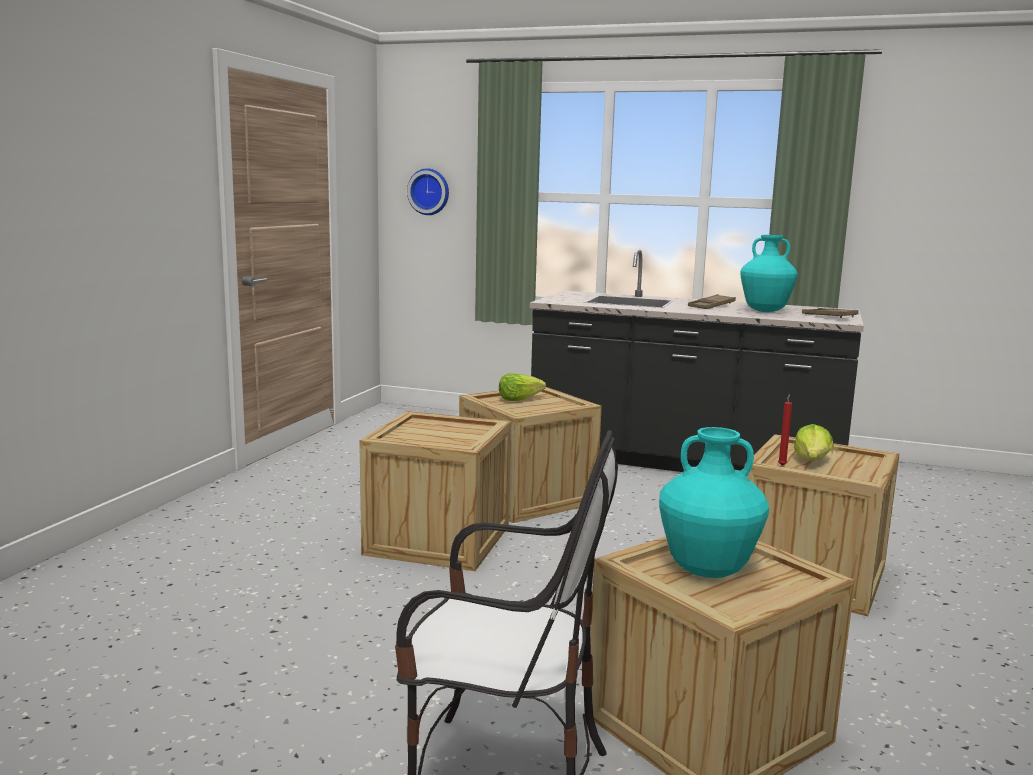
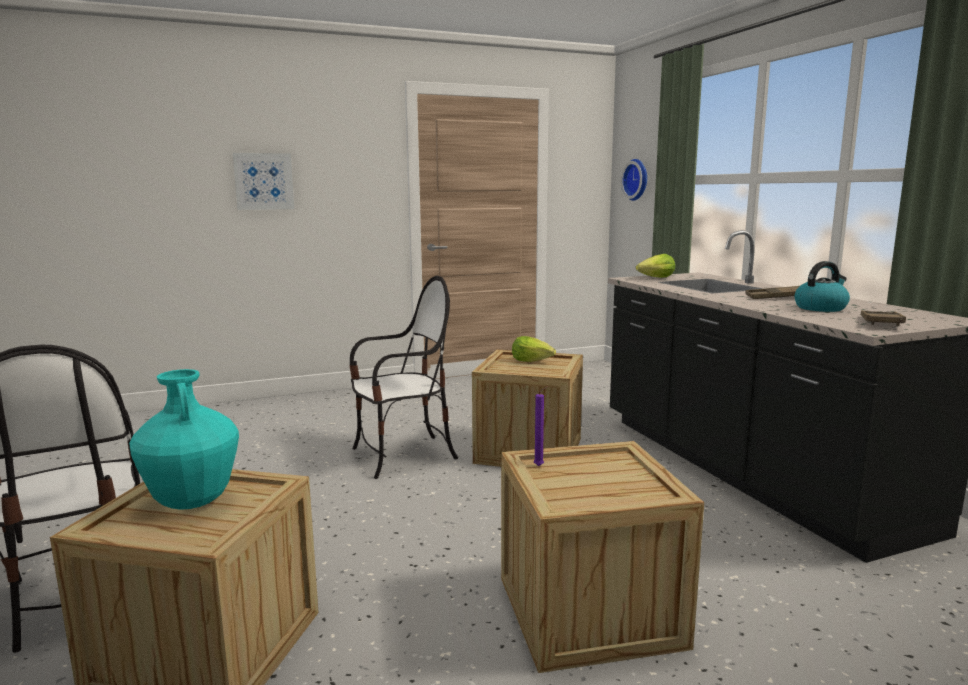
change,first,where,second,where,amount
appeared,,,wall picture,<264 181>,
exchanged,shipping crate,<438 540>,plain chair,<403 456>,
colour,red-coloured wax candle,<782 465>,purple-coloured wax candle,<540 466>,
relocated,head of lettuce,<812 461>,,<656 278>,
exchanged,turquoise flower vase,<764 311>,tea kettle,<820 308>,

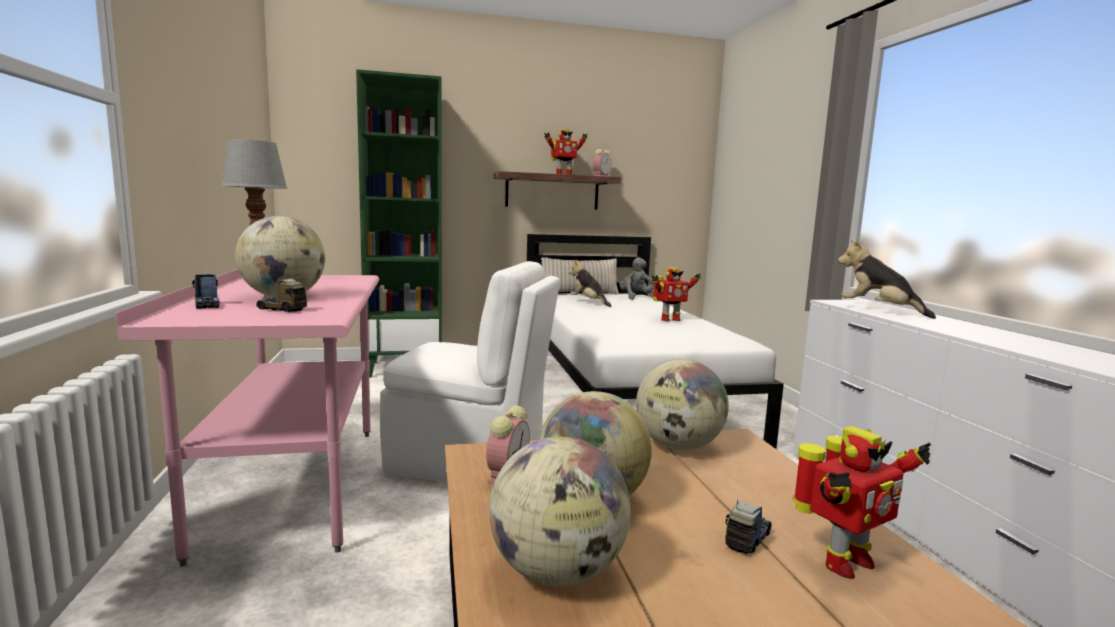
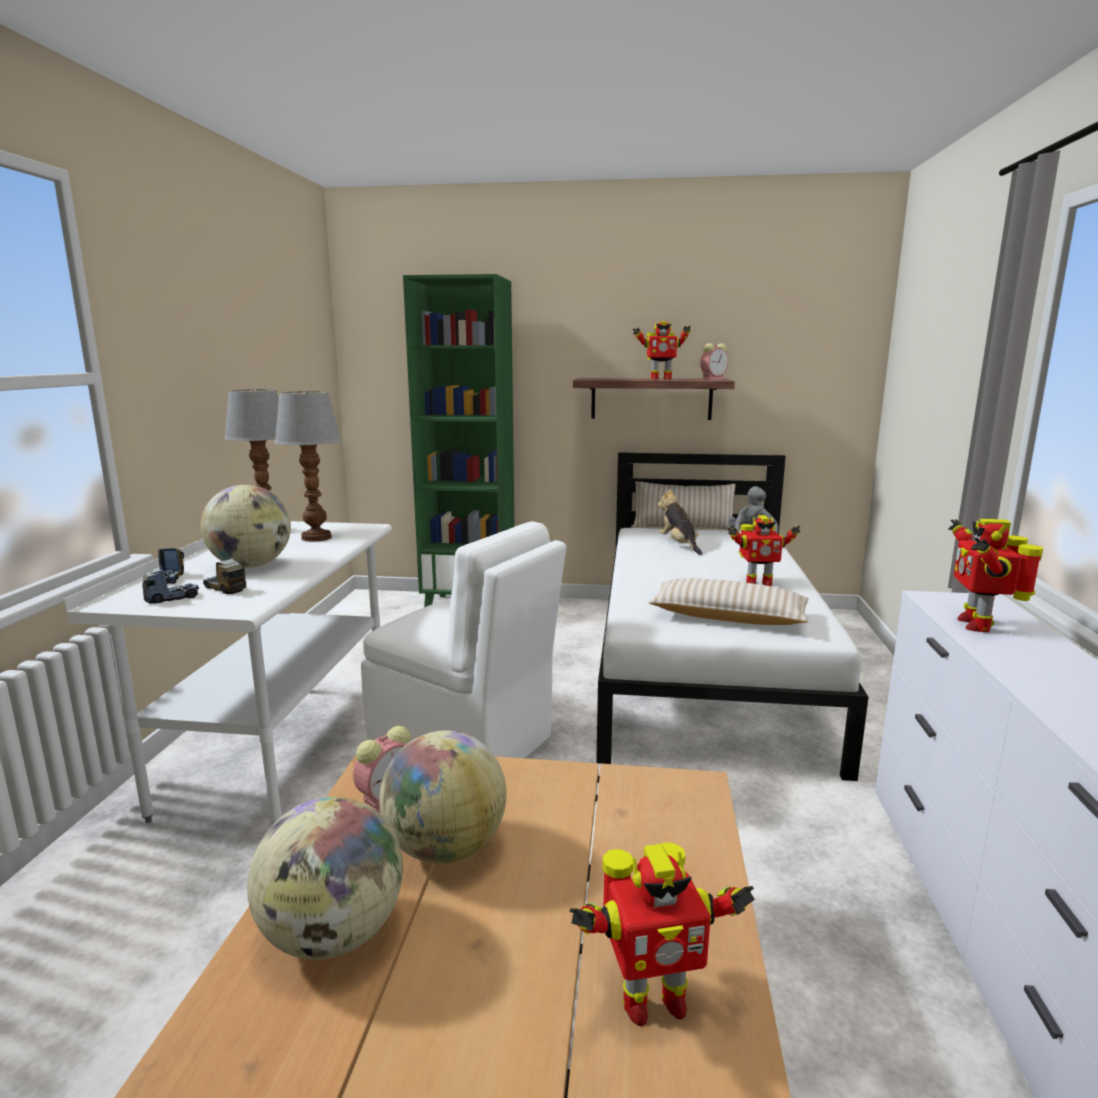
change,first,where,second,where,amount
colour,pink-coloured desk unit,<294 486>,white desk unit,<281 748>,
relocated,model truck,<747 539>,,<171 598>,
appeared,,,lamp for a table,<317 537>,
appeared,,,beige-coloured pillow,<728 617>,
exchanged,soft toy,<879 310>,toy robot,<978 624>,
missing,world globe,<678 446>,,,

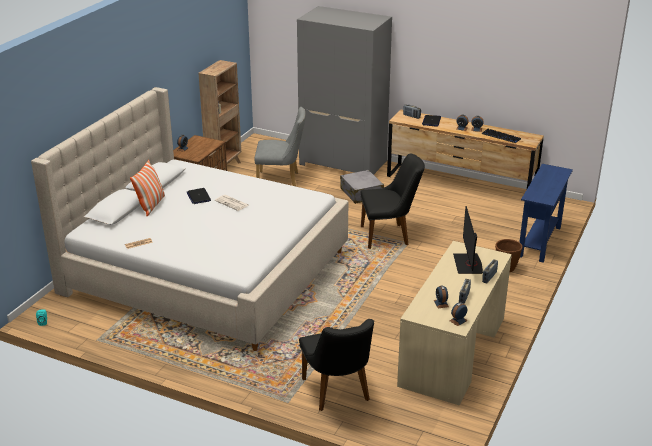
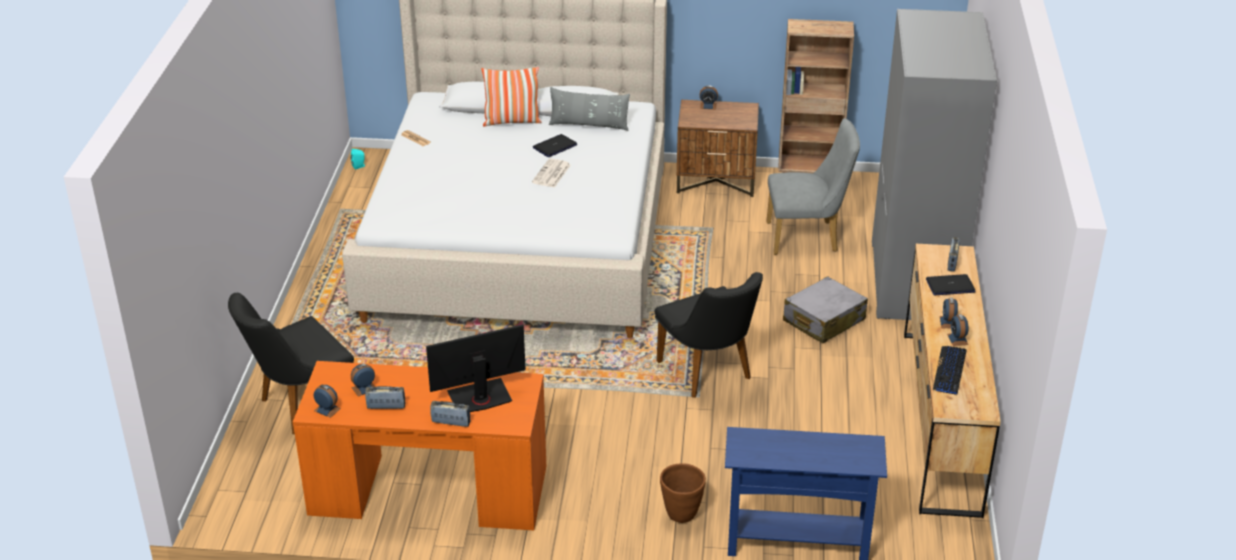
change,first,where,second,where,amount
colour,beige-coloured desk unit,<452 351>,orange desk unit,<428 489>,
appeared,,,grey pillow,<589 125>,
spun,grey plain chair,<281 180>,,<808 237>,75 degrees counterclockwise

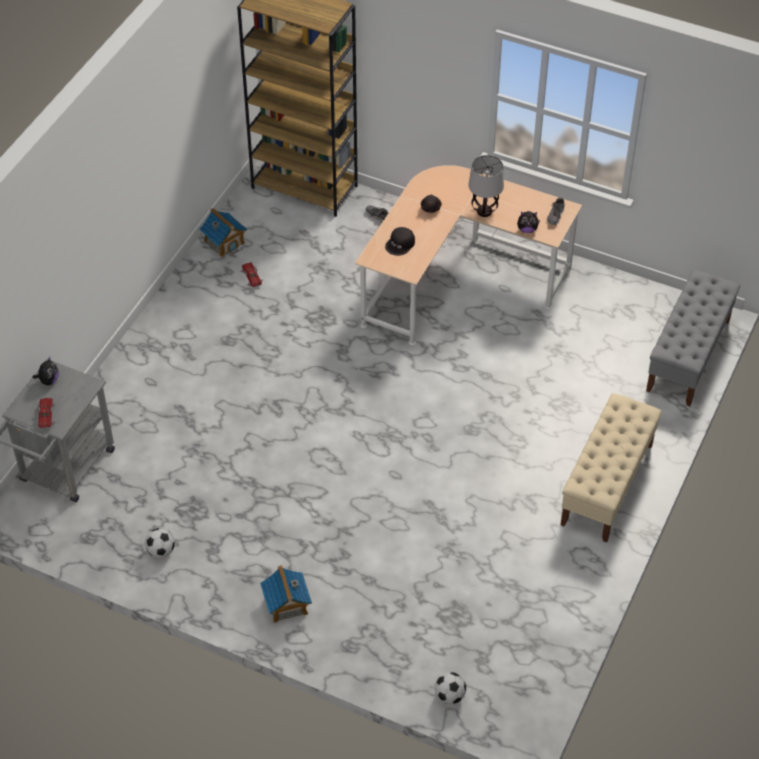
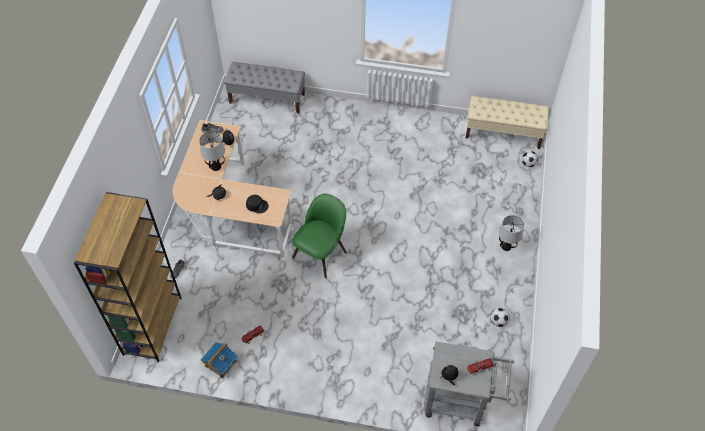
change,first,where,second,where,amount
appeared,,,green plain chair,<321 253>,
relocated,beige-coloured bench,<607 485>,,<503 133>,
exchanged,model house,<286 604>,lamp for a table,<506 247>,

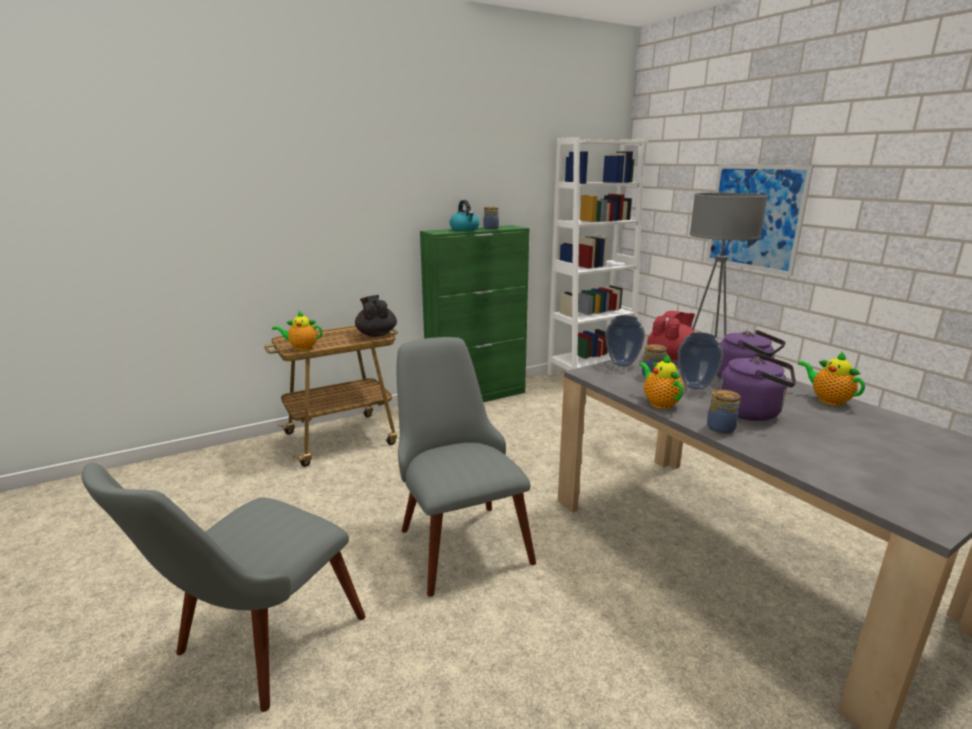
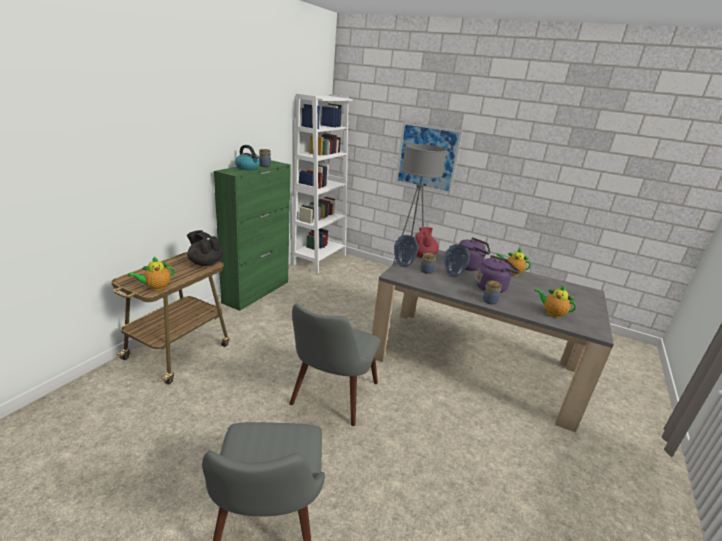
change,first,where,second,where,amount
spun,grey plain chair,<457 535>,,<330 400>,105 degrees counterclockwise
relocated,pot for tea,<659 403>,,<552 313>,

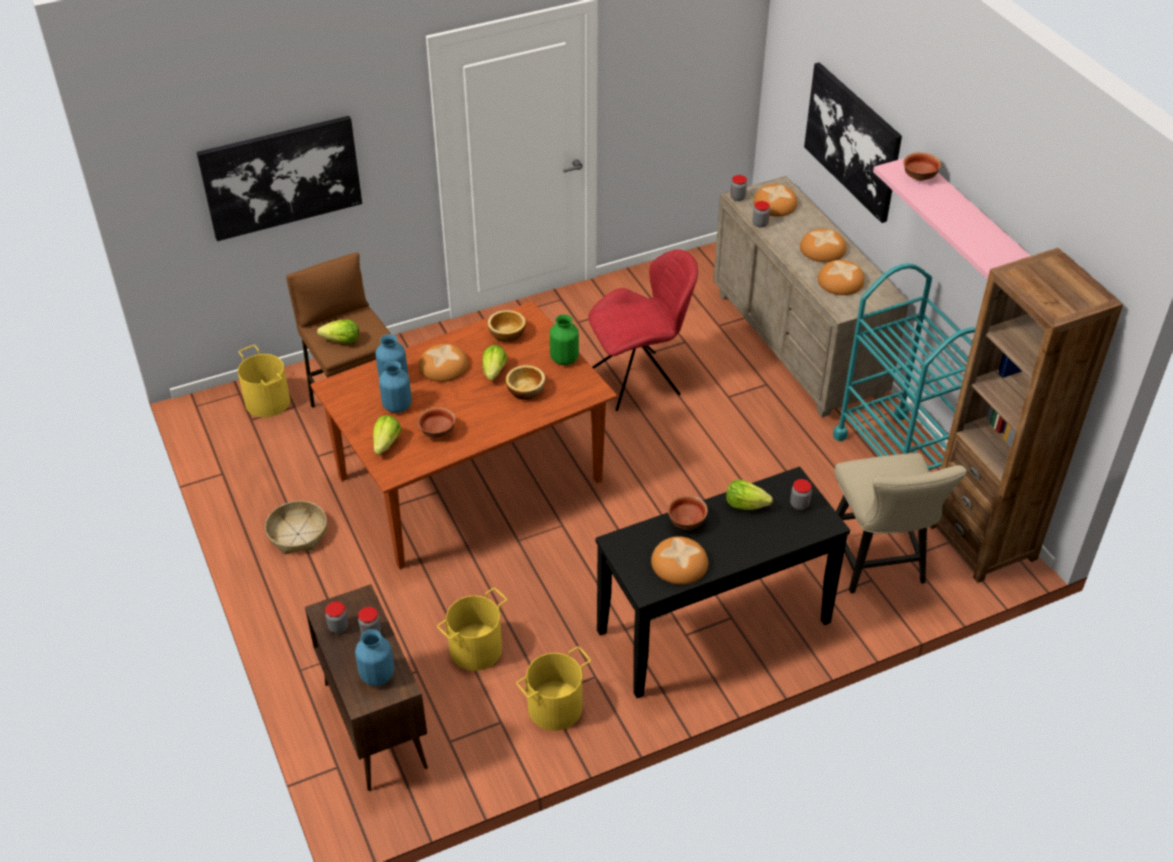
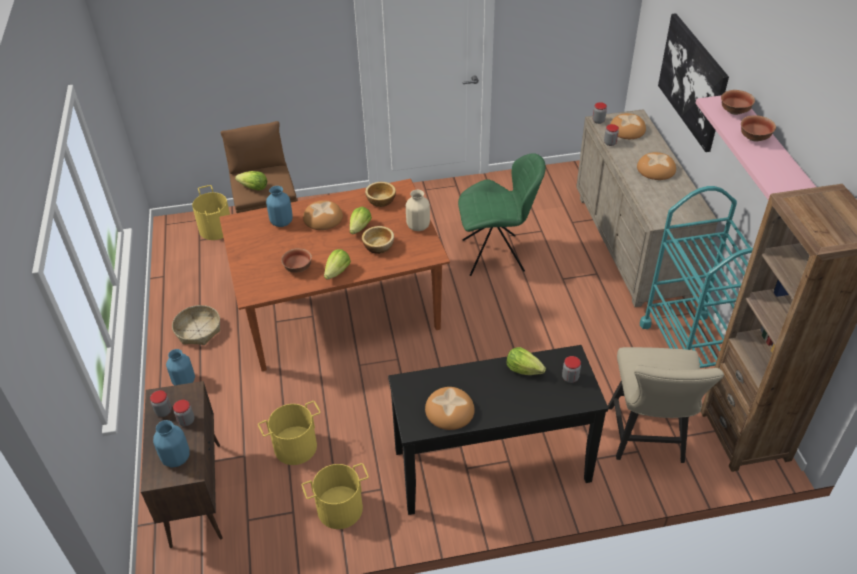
change,first,where,second,where,amount
relocated,bluish flower vase,<397 406>,,<184 381>,
relocated,head of lettuce,<386 444>,,<337 272>,
colour,green flower vase,<564 359>,beige-coloured flower vase,<418 226>,
colour,red-coloured plain chair,<639 380>,green plain chair,<496 255>,
relocated,bowl,<687 522>,,<754 138>,
missing,wall picture,<281 177>,,,
missing,bakery bread,<840 281>,,,

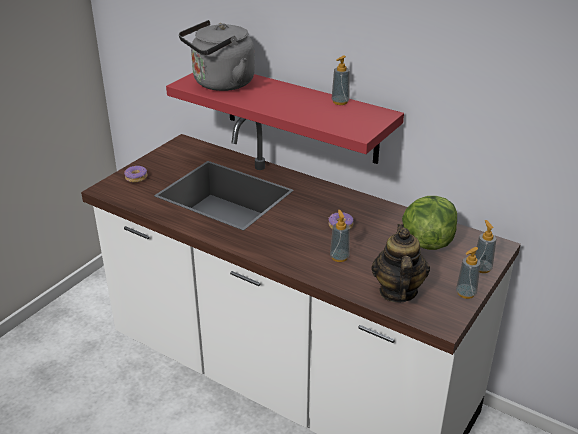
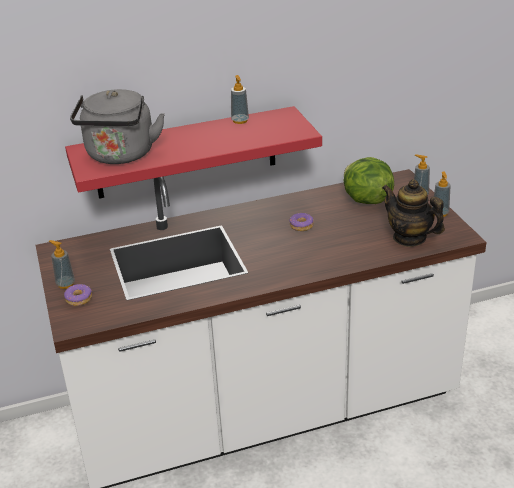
change,first,where,second,where,amount
relocated,liquid soap bottle,<339 257>,,<65 284>,

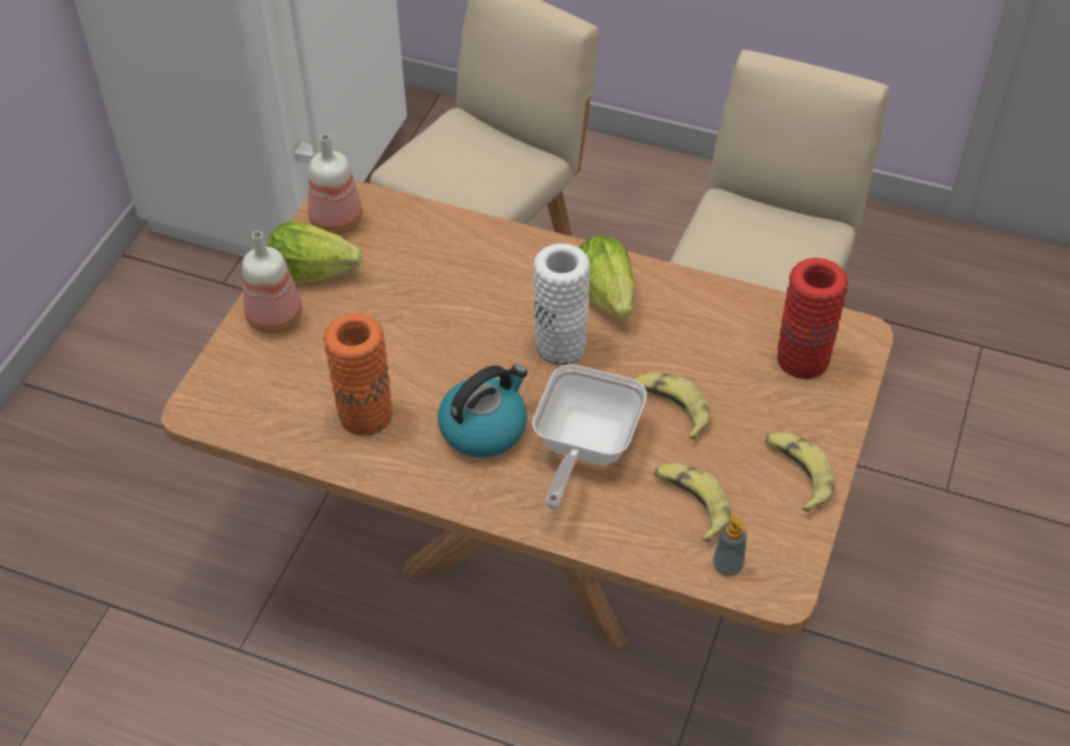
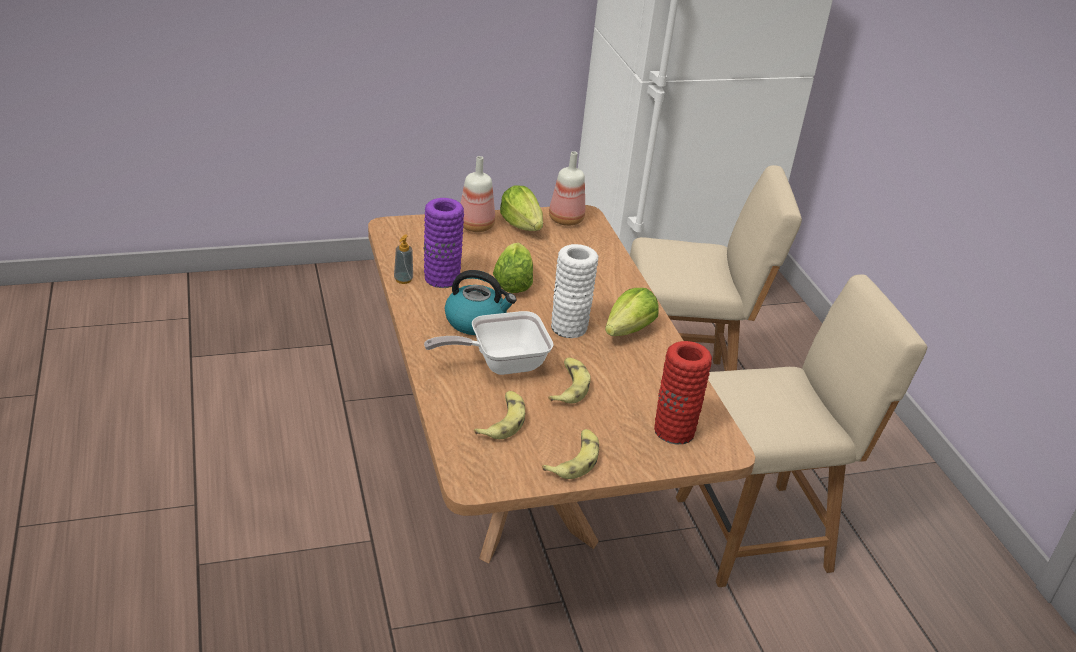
change,first,where,second,where,amount
relocated,liquid soap bottle,<727 565>,,<403 279>,
colour,orange flower vase,<365 415>,purple-coloured flower vase,<441 278>,
appeared,,,head of lettuce,<512 283>,

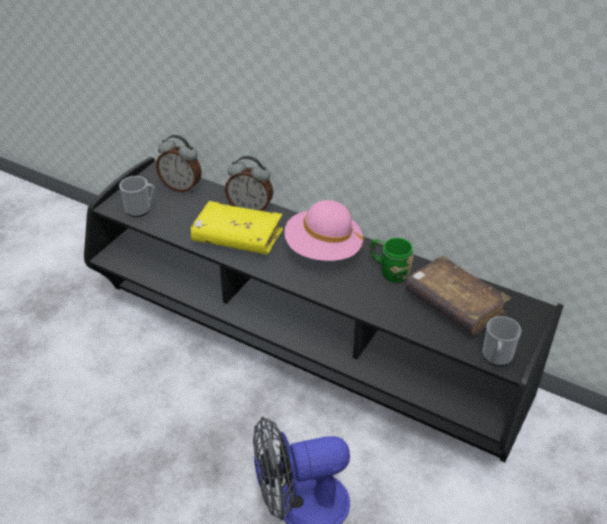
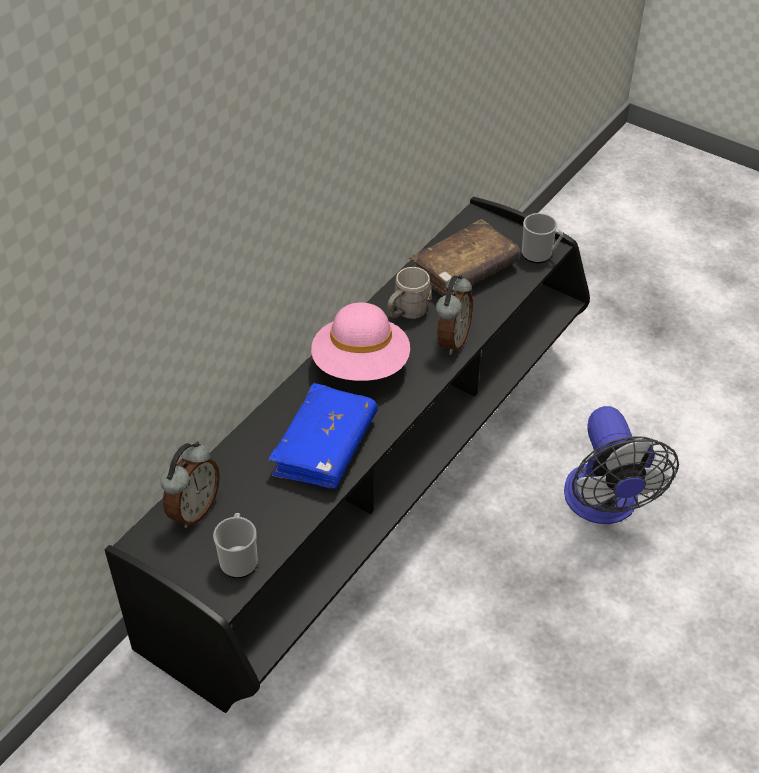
change,first,where,second,where,amount
colour,yellow-coloured volume,<237 238>,bluish volume,<325 447>,
colour,green coffee mug,<389 271>,grey coffee mug,<406 313>,
relocated,table clock,<250 209>,,<451 340>,

